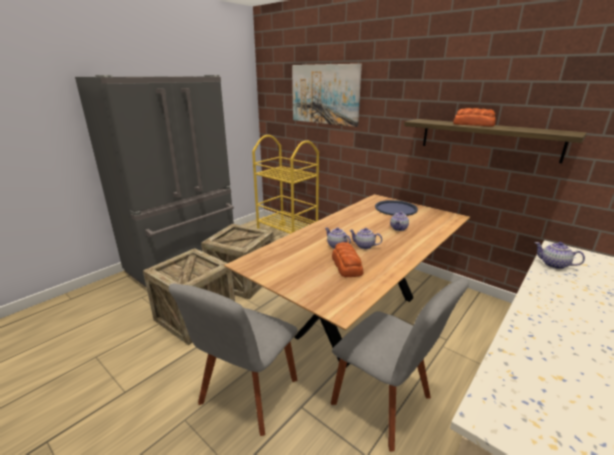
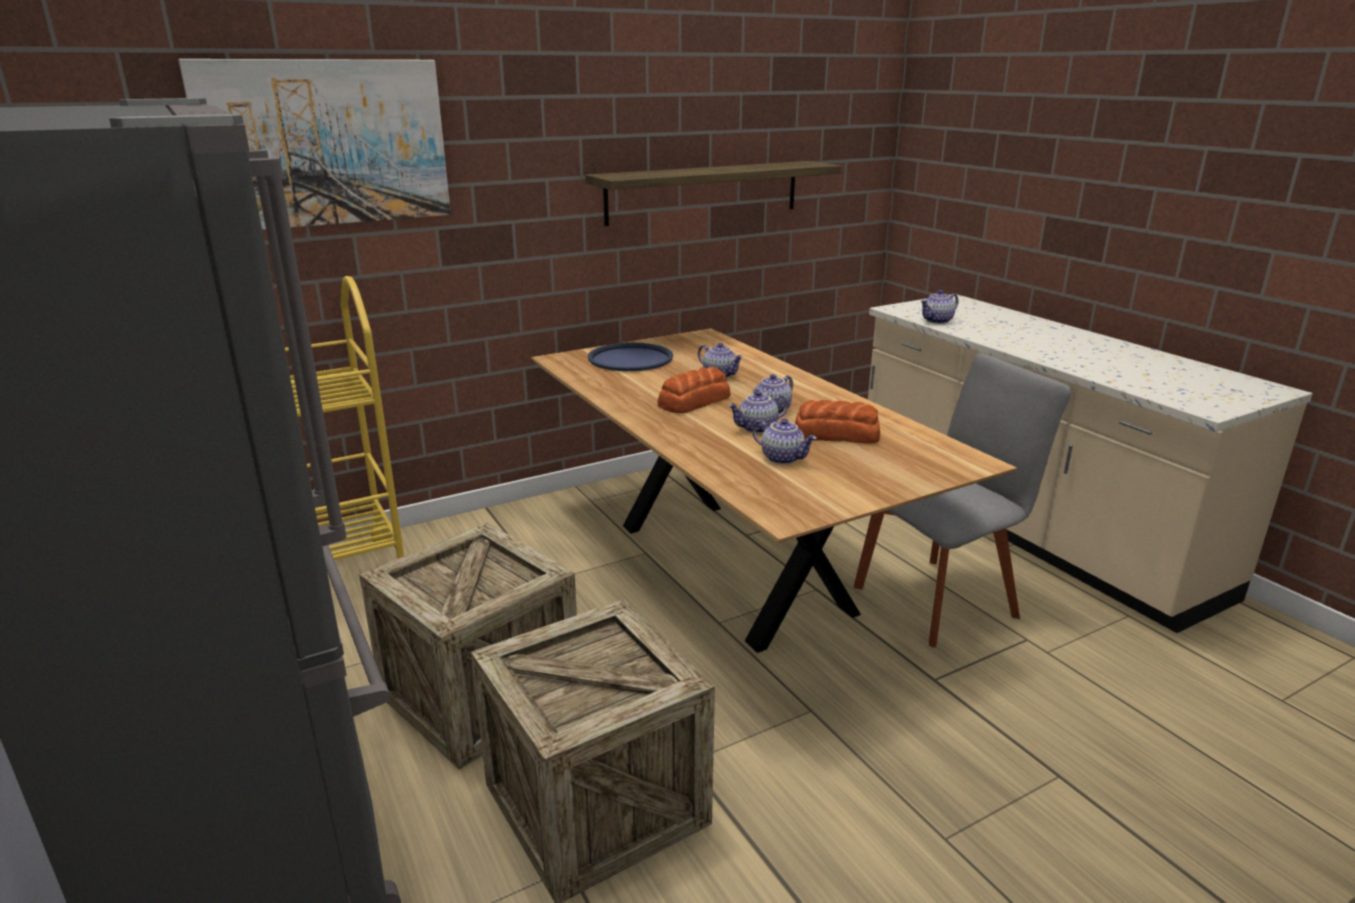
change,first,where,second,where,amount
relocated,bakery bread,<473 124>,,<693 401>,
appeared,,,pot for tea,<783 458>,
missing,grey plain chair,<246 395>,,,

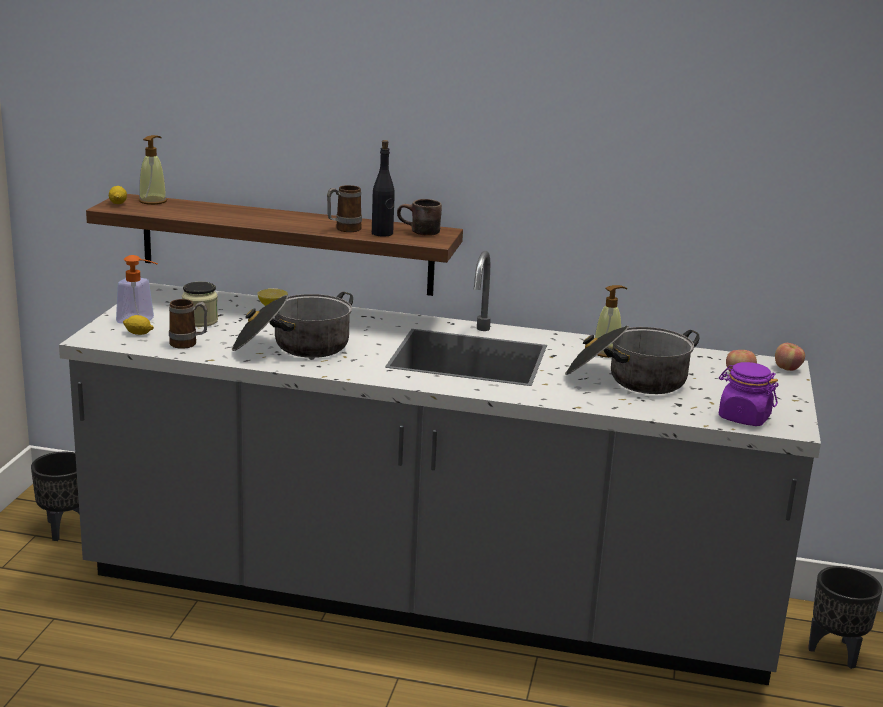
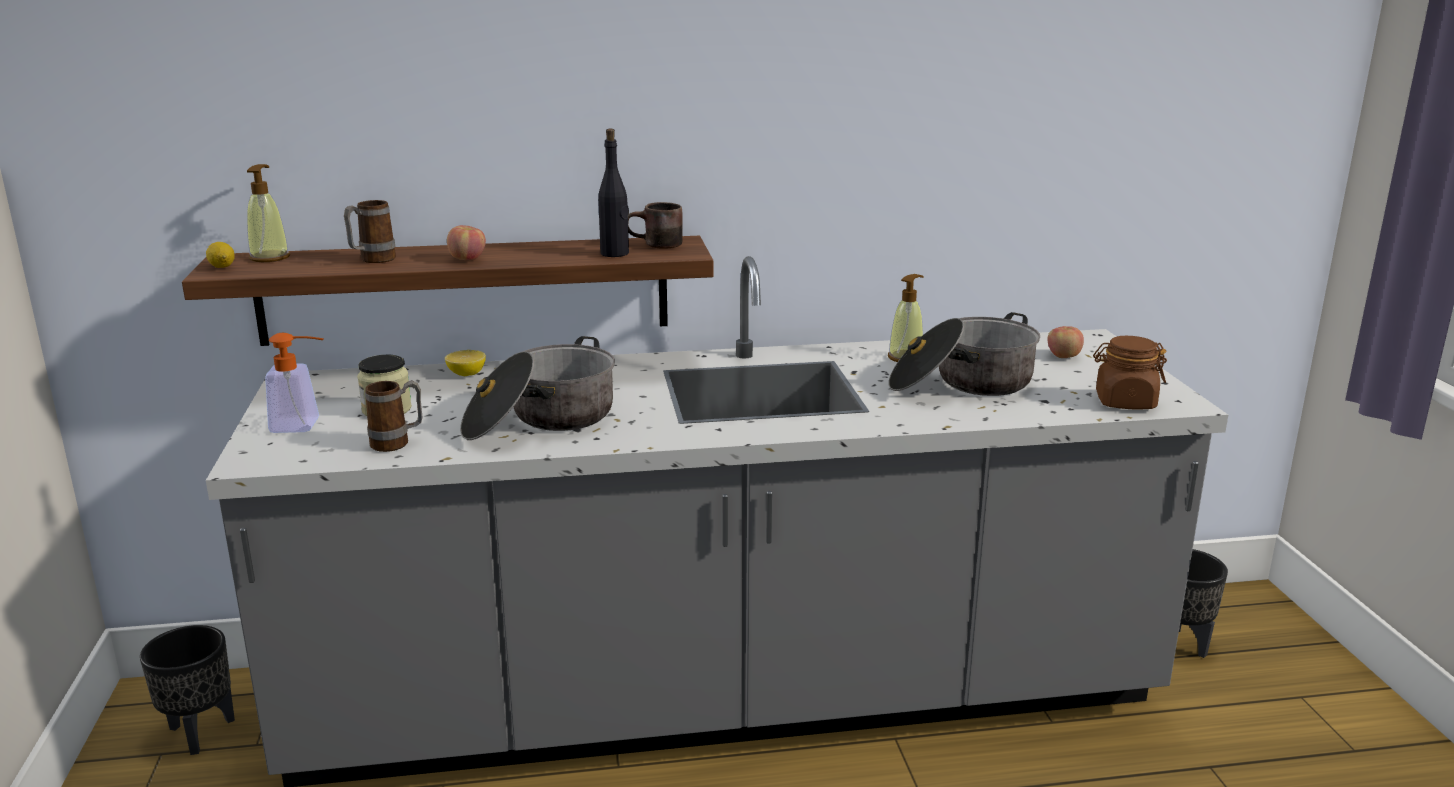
change,first,where,second,where,amount
relocated,coffee mug,<343 229>,,<372 260>,
relocated,apple,<787 368>,,<467 259>,
colour,purple-coloured storage jar,<743 417>,brown storage jar,<1124 402>,
missing,citrus fruit,<138 333>,,,

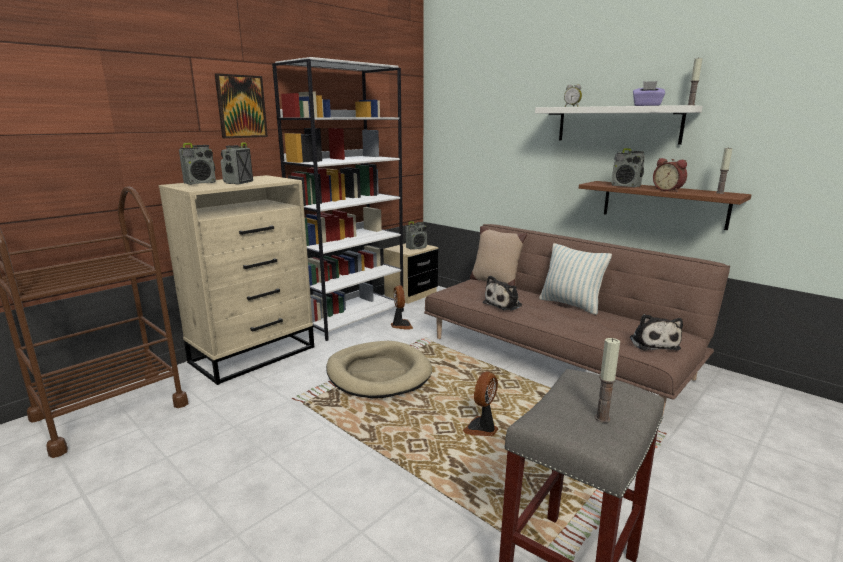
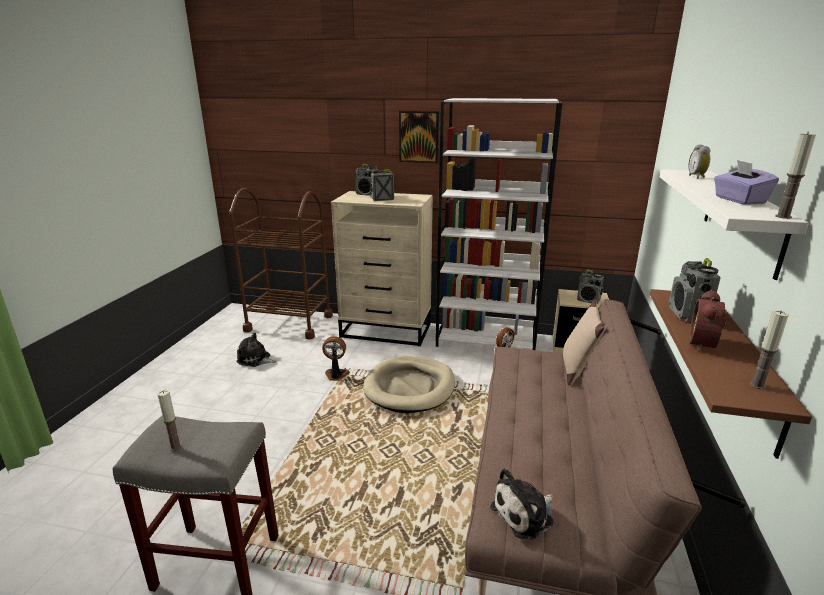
change,first,where,second,where,amount
relocated,soft toy,<504 304>,,<255 359>,
relocated,fan,<482 429>,,<336 375>,
missing,pillow,<570 304>,,,

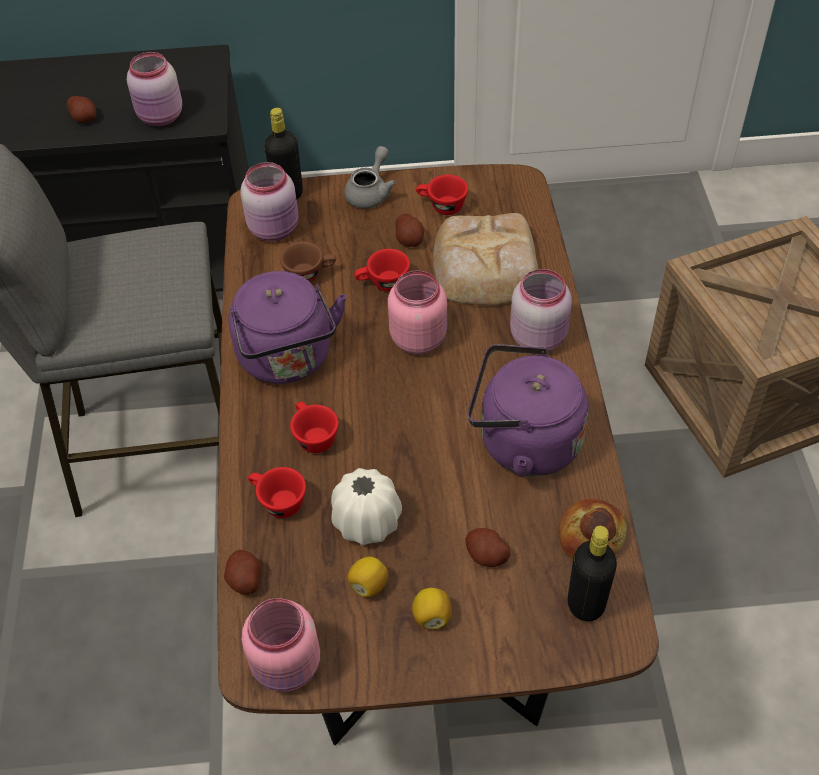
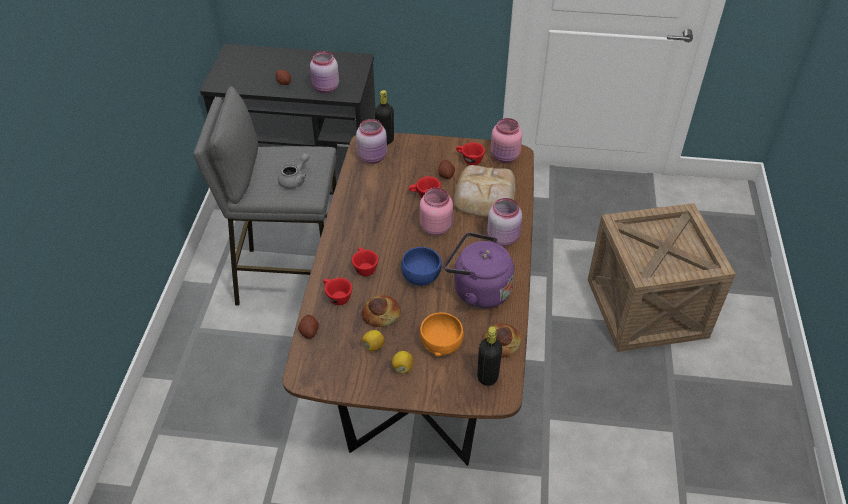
change,first,where,second,where,amount
relocated,grey pot for tea,<371 192>,,<295 179>,
exchanged,white flower vase,<367 522>,bakery bread,<381 315>,
appeared,,,bluish bowl,<421 276>,
exchanged,spud,<486 555>,orange bowl,<441 343>,
relocated,pink-coloured storage jar,<288 667>,,<505 157>,
missing,purple-coloured tea kettle,<288 360>,,,
missing,brown drinking cup,<310 274>,,,

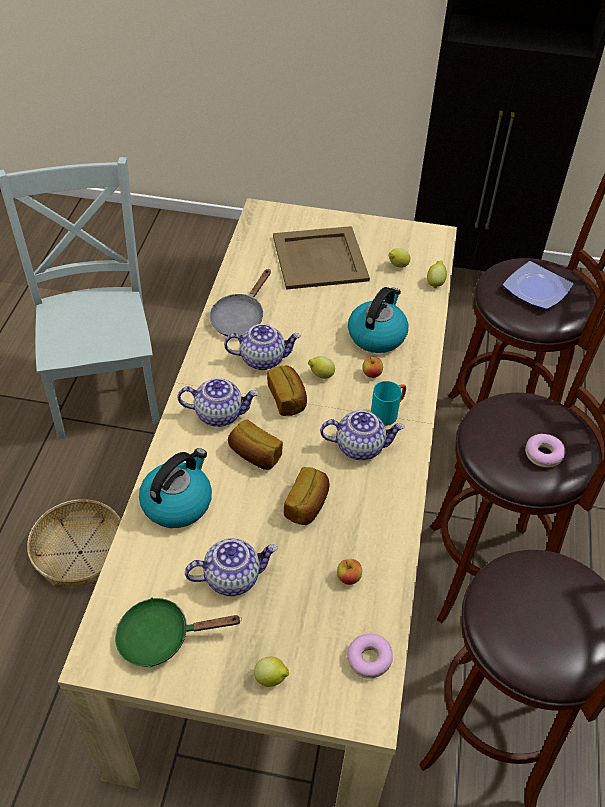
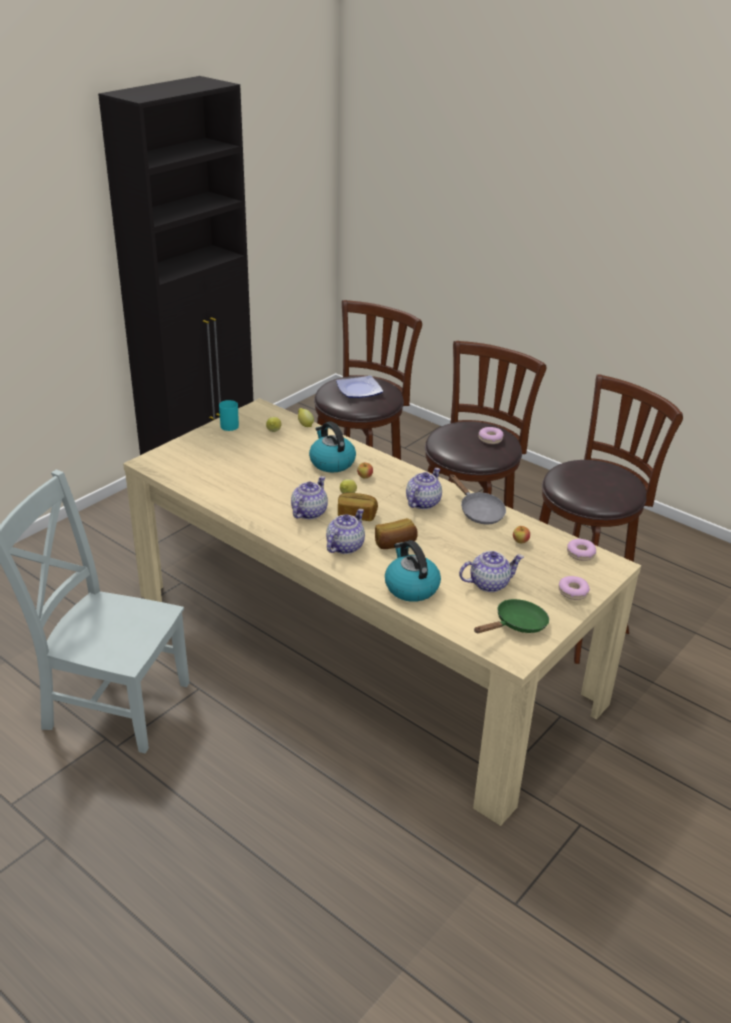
change,first,where,second,where,amount
relocated,turquoise coffee mug,<388 413>,,<229 425>,
relocated,grey frying pan,<240 318>,,<478 512>,
spun,pot for tea,<232 577>,,<489 583>,60 degrees clockwise
spun,green frying pan,<162 637>,,<517 625>,150 degrees counterclockwise
exchanged,citrus fruit,<271 678>,ring doughnut,<573 592>,
missing,storage basket,<80 552>,,,
missing,beige-coloured carrying tray,<320 258>,,,
missing,bakery bread,<308 505>,,,

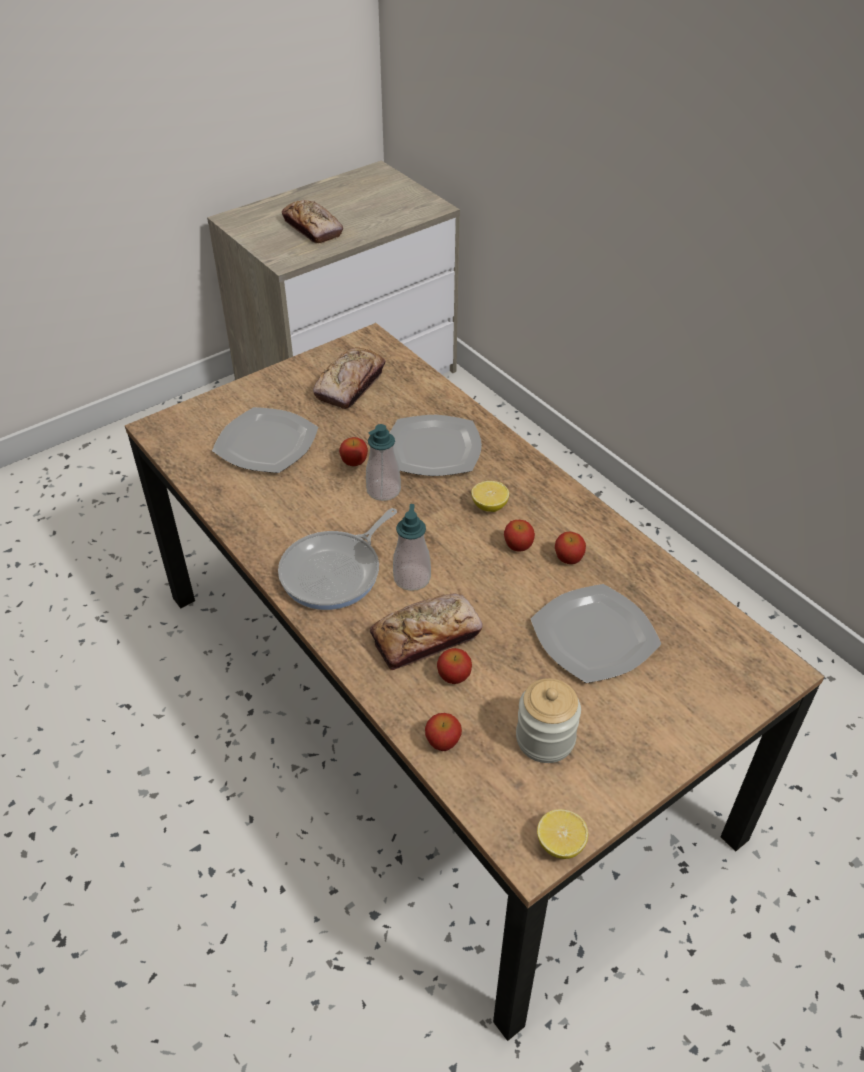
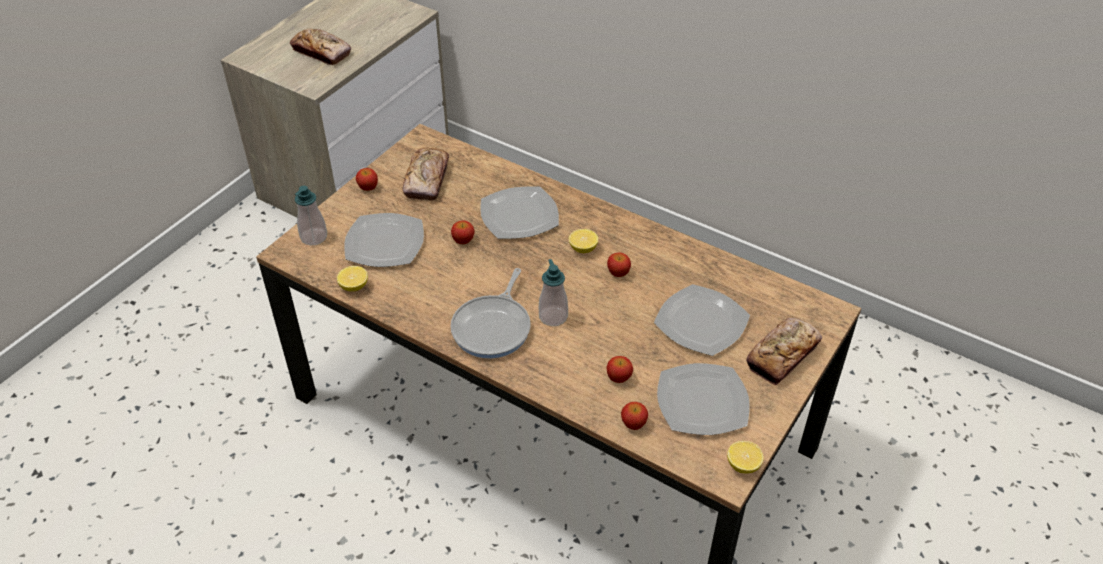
change,first,where,second,where,amount
relocated,liquid soap bottle,<383 490>,,<314 237>,
appeared,,,citrus fruit,<354 286>,
relocated,apple,<568 558>,,<368 187>,
exchanged,storage jar,<545 738>,flat dish,<701 401>,
relocated,bakery bread,<426 637>,,<782 355>,

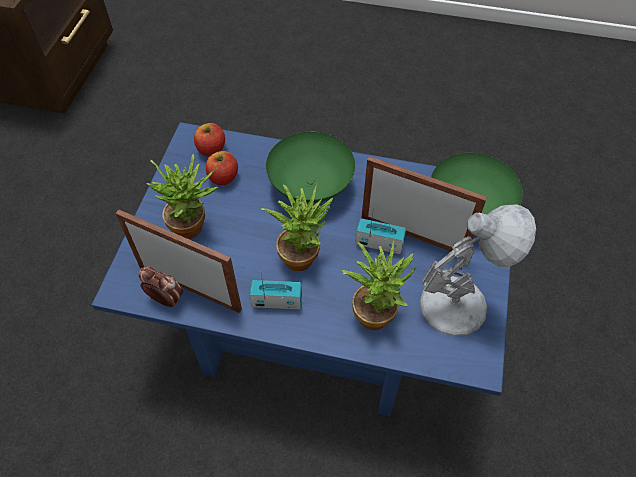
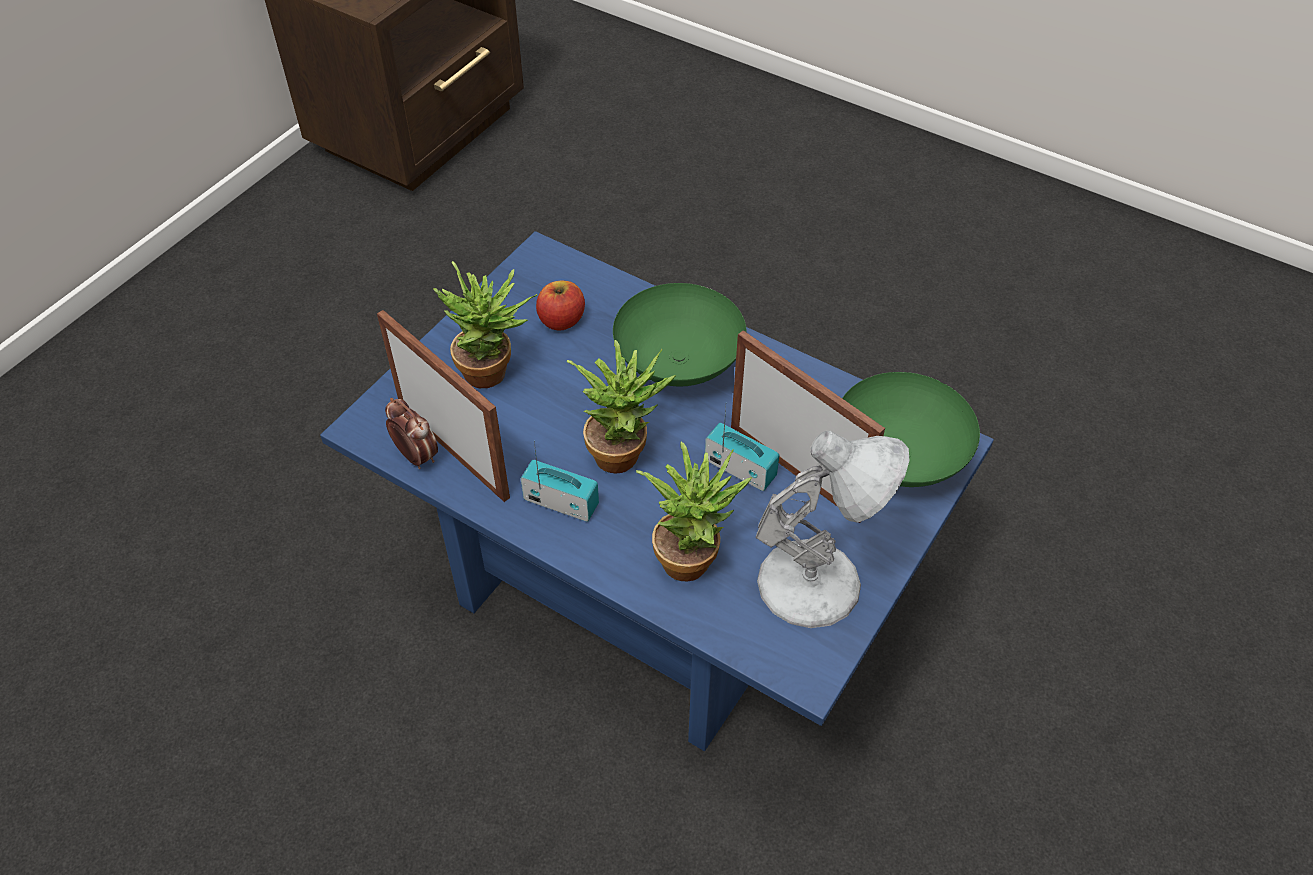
change,first,where,second,where,amount
missing,apple,<211 149>,,,

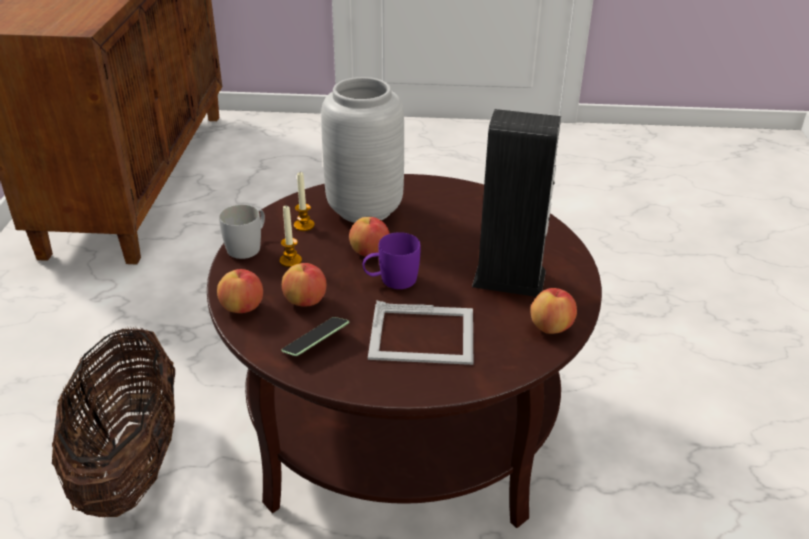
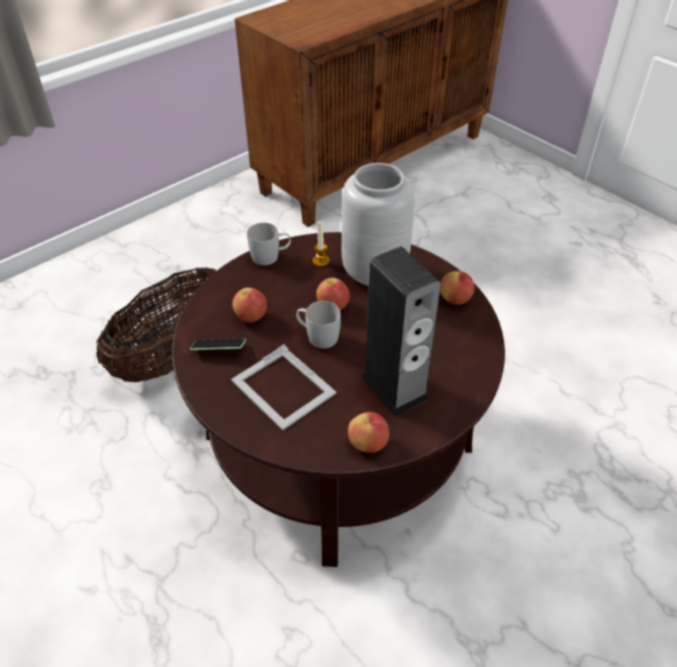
change,first,where,second,where,amount
colour,purple-coloured coffee mug,<391 280>,white coffee mug,<317 336>,
relocated,apple,<243 308>,,<455 299>,
missing,wax candle,<290 261>,,,

